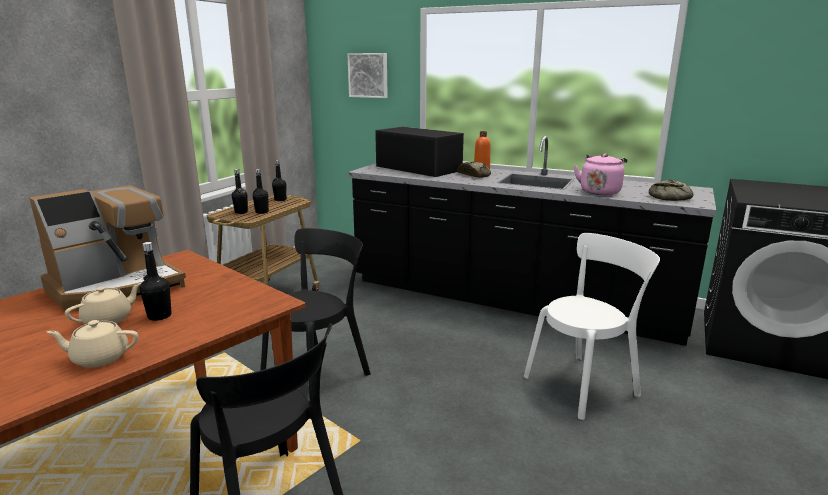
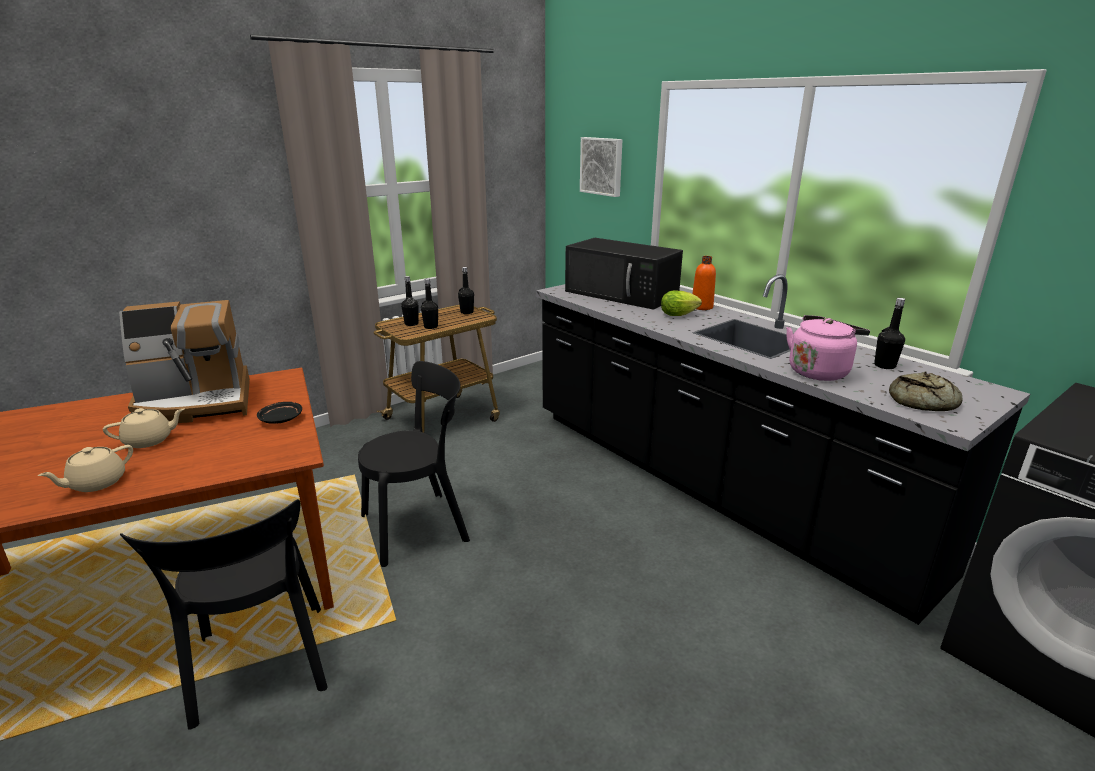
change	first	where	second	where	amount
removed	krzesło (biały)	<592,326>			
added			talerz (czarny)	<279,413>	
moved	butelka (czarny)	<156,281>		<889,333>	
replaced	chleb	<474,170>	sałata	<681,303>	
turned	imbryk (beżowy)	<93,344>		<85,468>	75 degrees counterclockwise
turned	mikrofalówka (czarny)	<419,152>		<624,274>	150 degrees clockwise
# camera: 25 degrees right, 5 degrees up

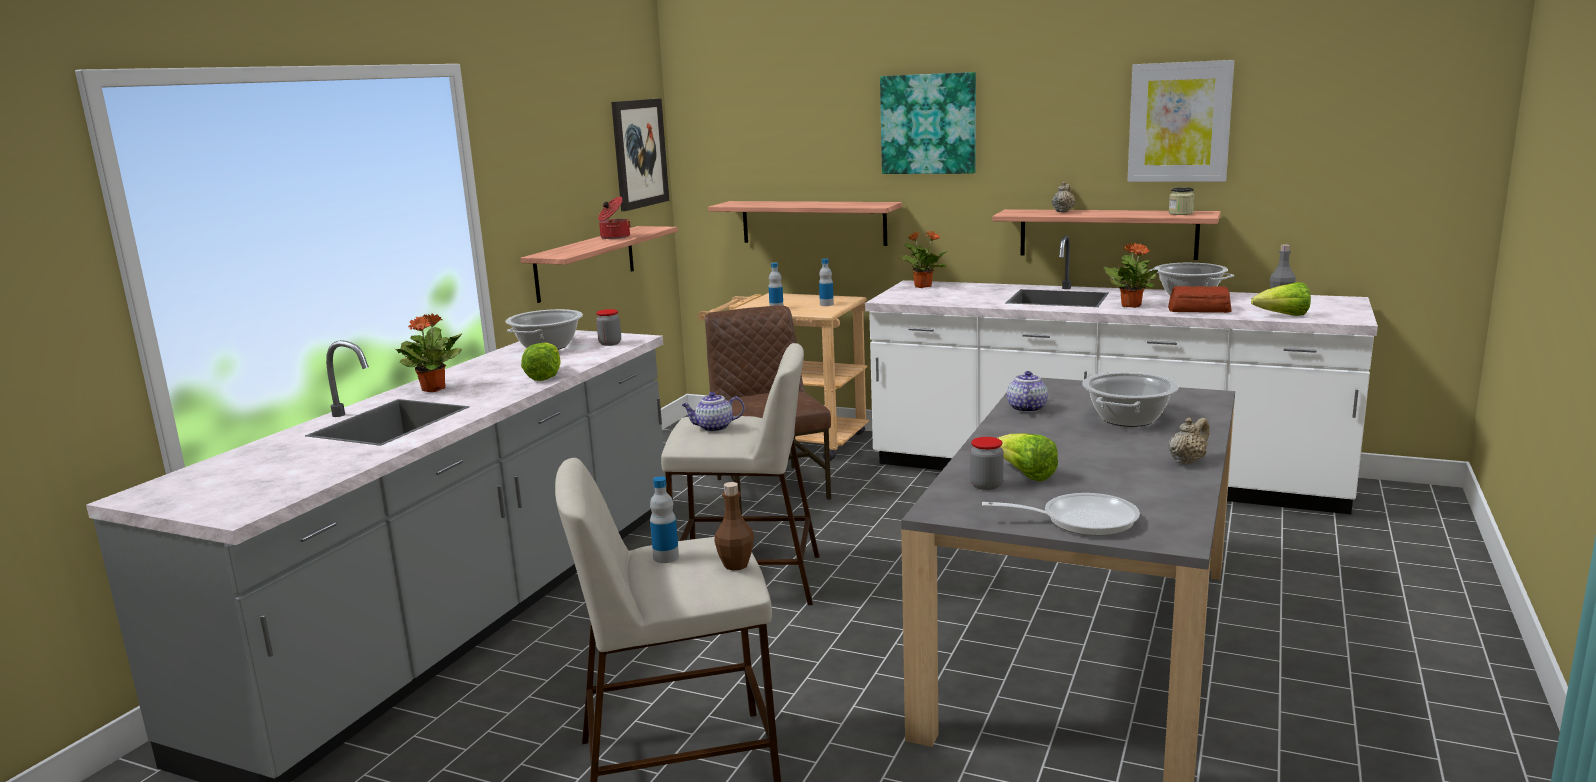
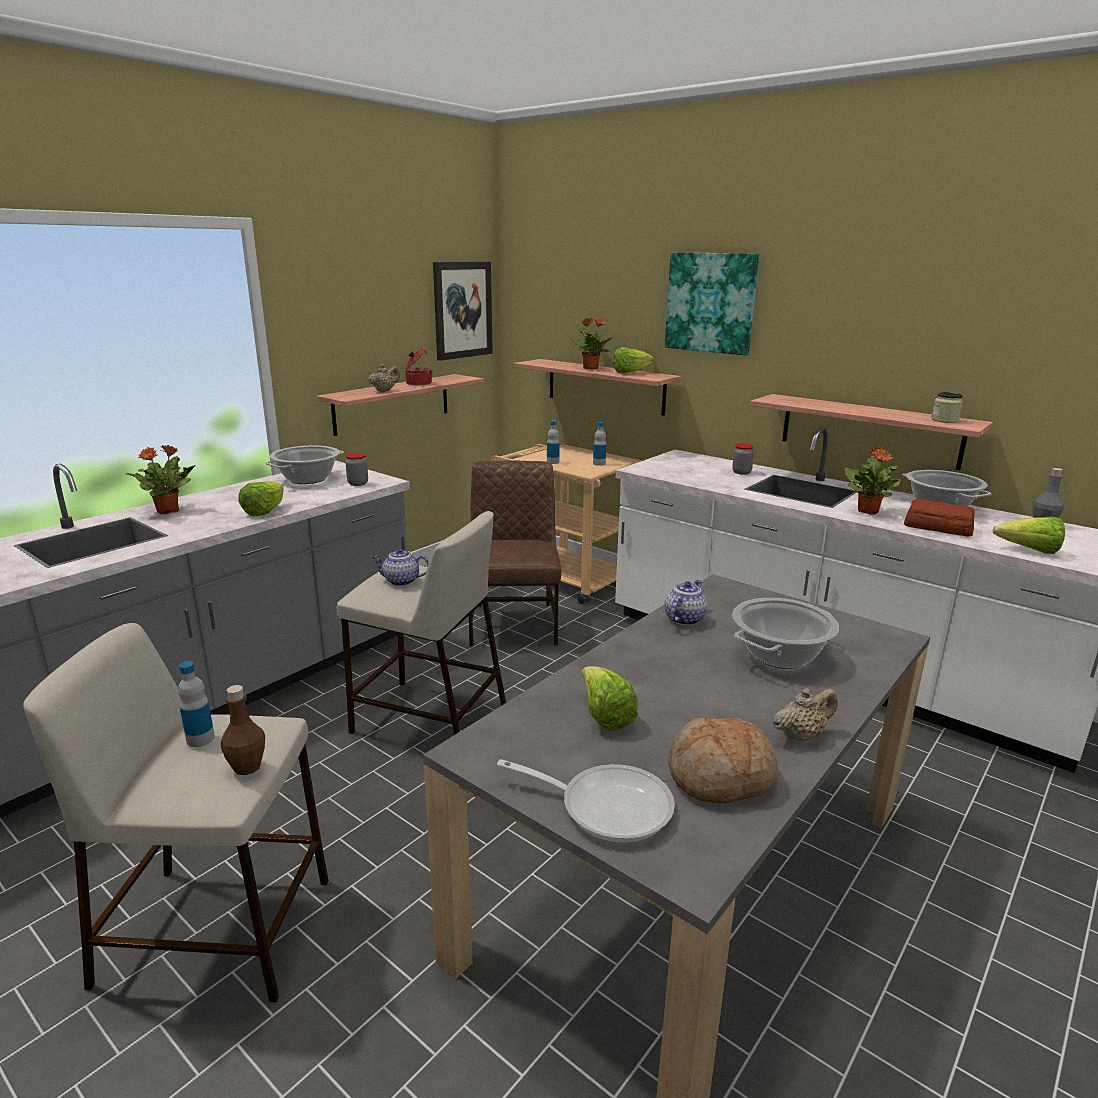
change	first	where	second	where	amount
removed	obraz	<1180,121>			
added			sałata	<633,360>	
added			chleb	<723,760>	
moved	roślina doniczkowa	<922,259>		<591,343>	
moved	słoik	<987,463>		<743,459>	
moved	imbryk (beżowy)	<1063,197>		<384,378>	
# camera: 15 degrees right, 5 degrees up

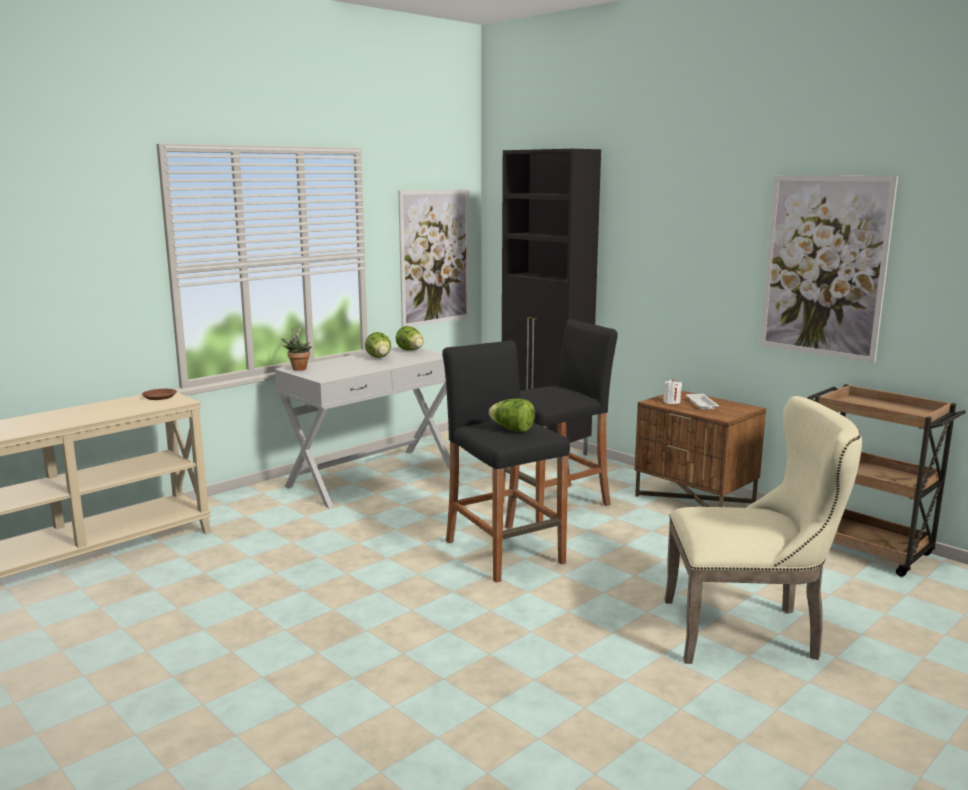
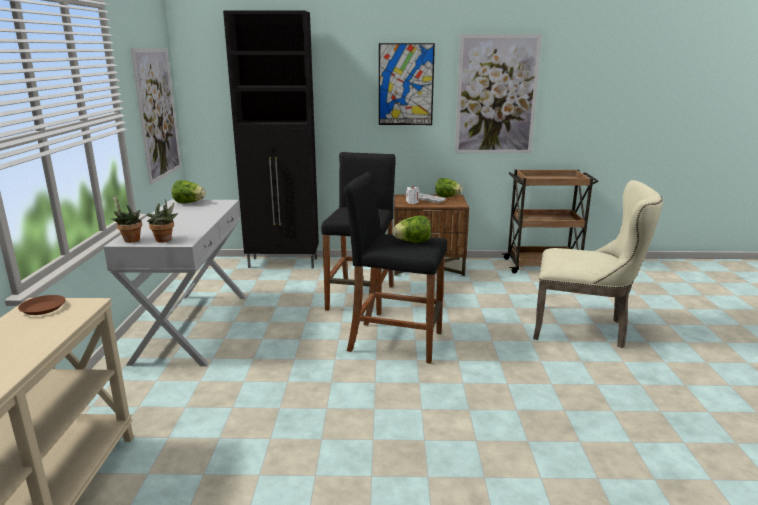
change	first	where	second	where	amount
added			roślina doniczkowa	<162,220>	
added			obraz	<407,84>	
moved	sałata	<378,345>		<449,187>	
turned	krzesło (beżowy)	<763,530>		<598,264>	60 degrees clockwise
# camera: 45 degrees left, 5 degrees up

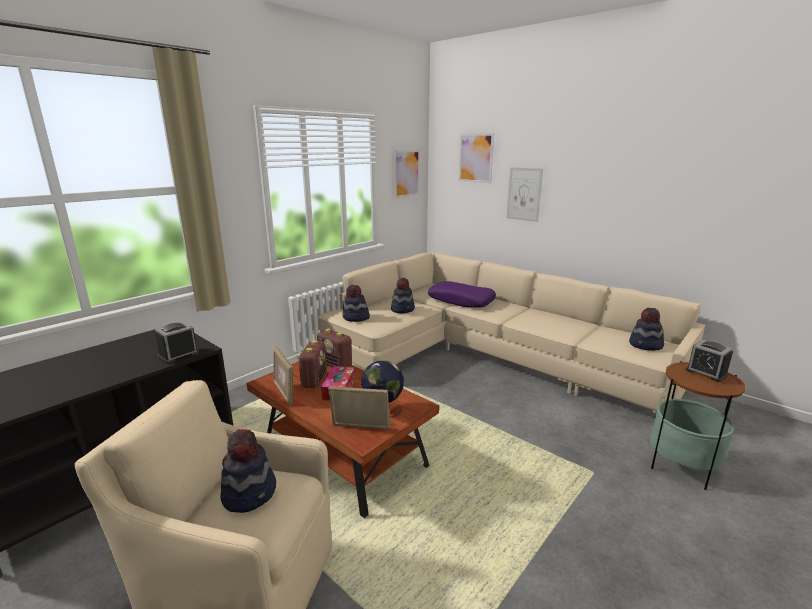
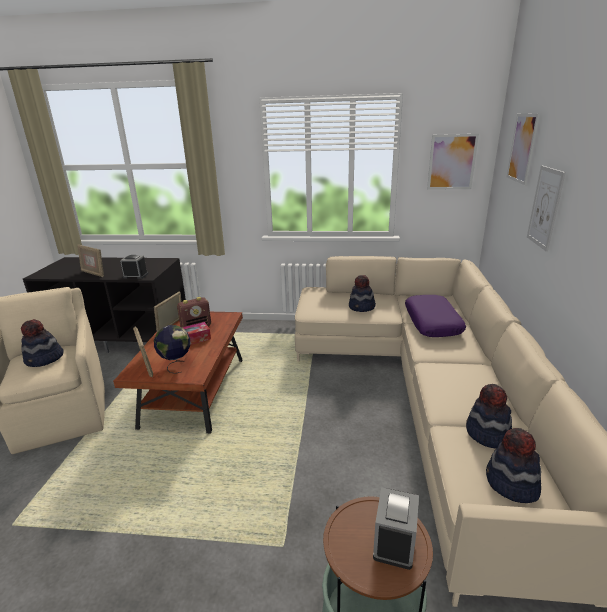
change	first	where	second	where	amount
removed	radio	<334,348>			
added			ramka na zdjęcie	<90,261>	
moved	kapelusz	<356,303>		<489,416>	
# camera: 55 degrees right, 5 degrees up

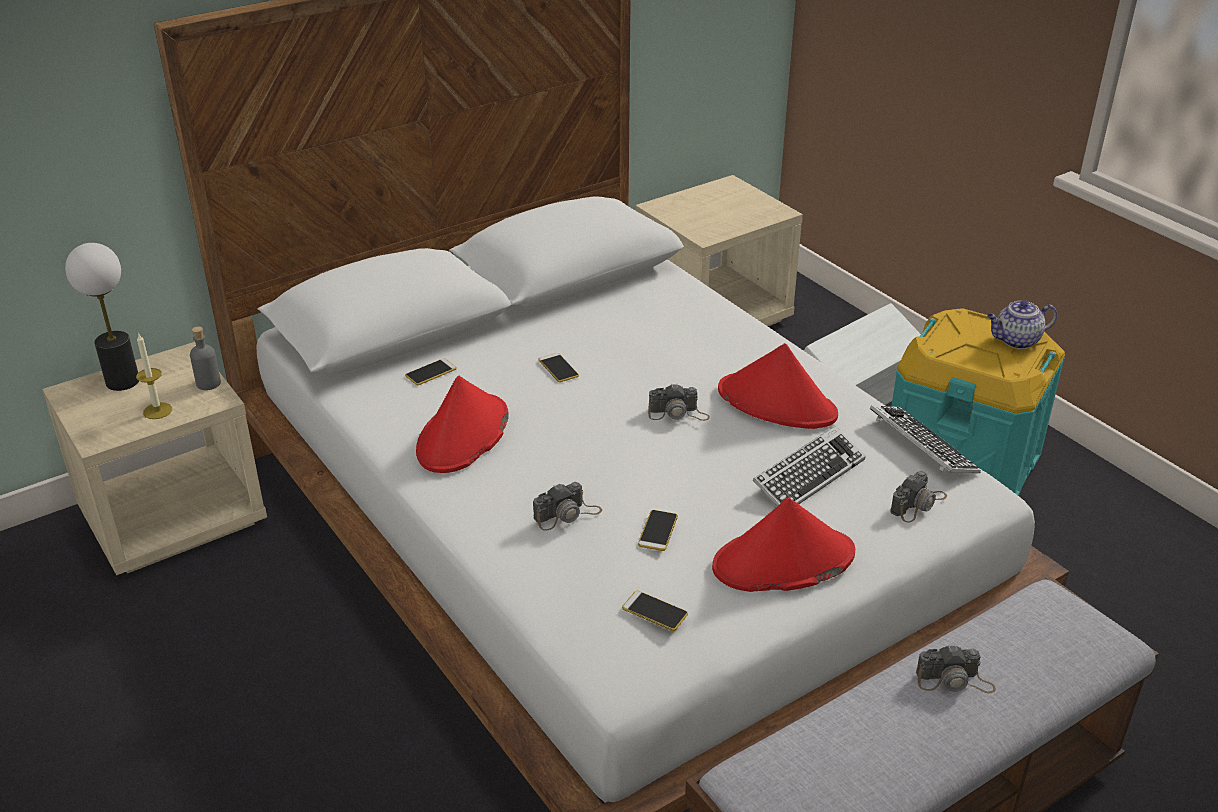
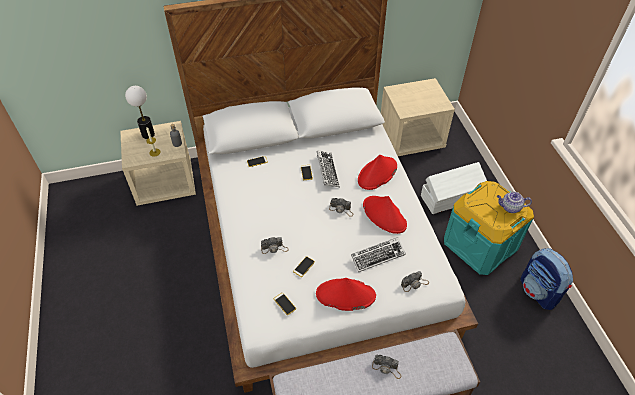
change	first	where	second	where	amount
added			plecak	<547,279>	
moved	kapelusz (czerwony)	<462,424>		<377,172>	
moved	klawiatura	<925,439>		<328,168>	
# camera: 20 degrees right, 15 degrees up

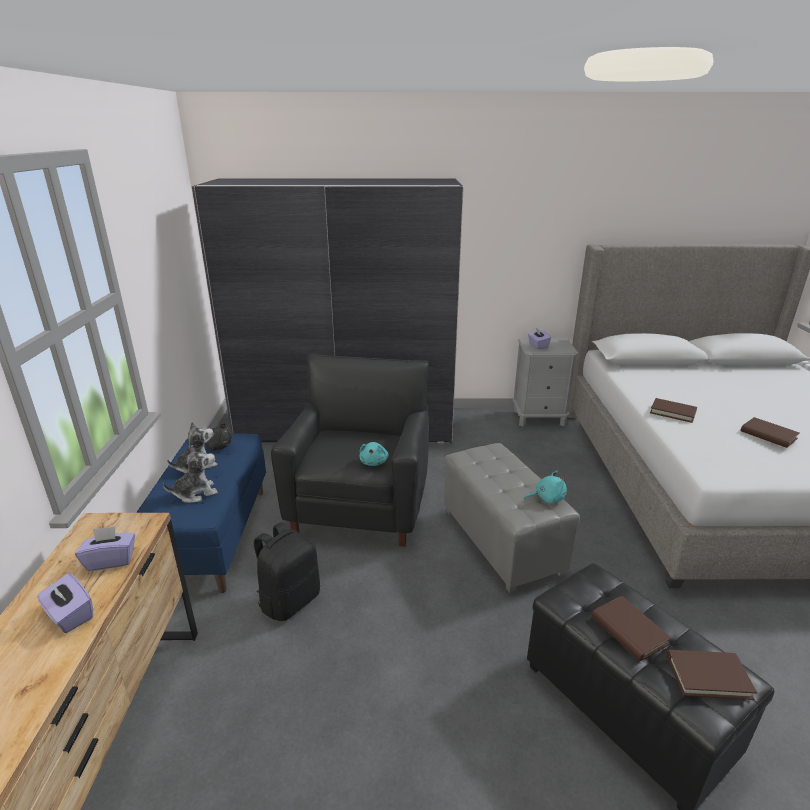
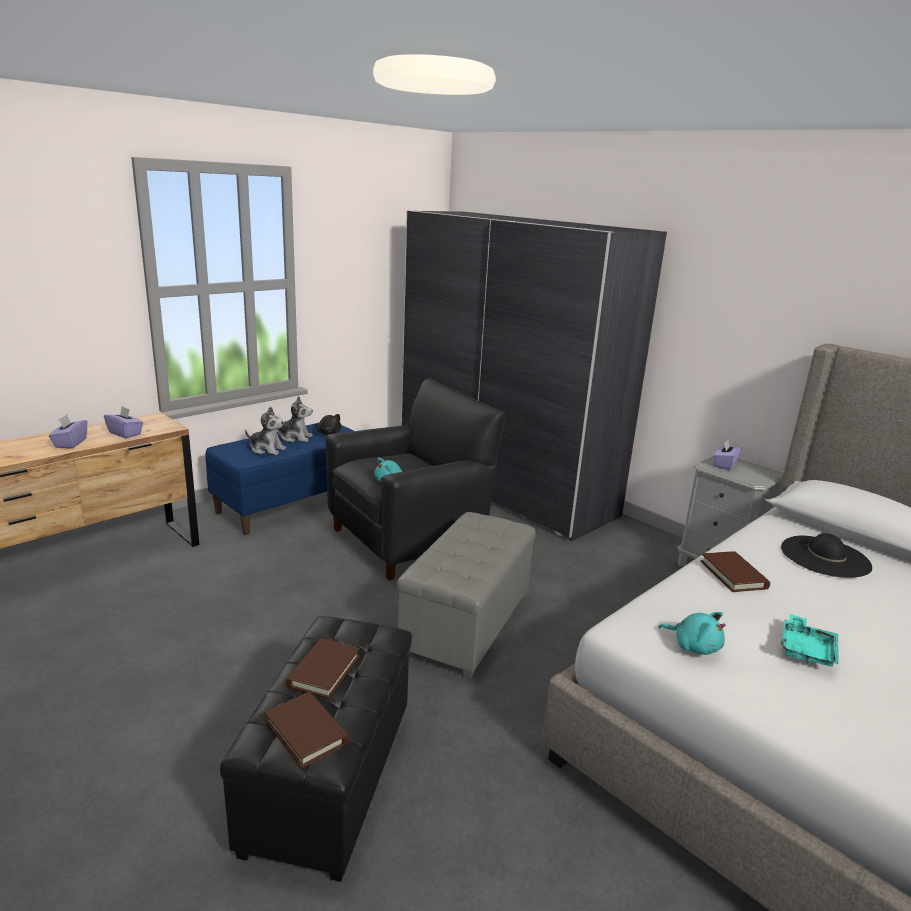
change	first	where	second	where	amount
removed	plecak (czarny)	<287,571>			
added			kapelusz (czarny)	<826,555>	
moved	pluszak (turkusowy)	<545,487>		<692,633>	
replaced	książka (brązowy)	<770,432>	taca (turkusowy)	<810,640>	
# camera: 45 degrees right, 5 degrees down

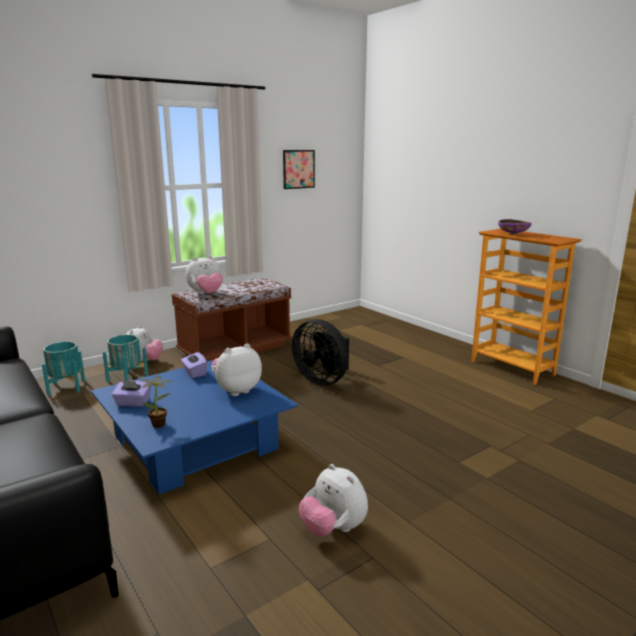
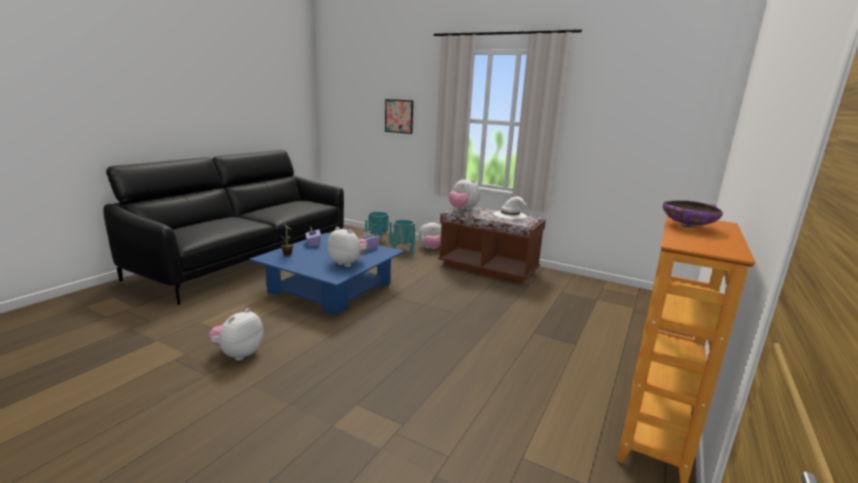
change	first	where	second	where	amount
removed	wentylator (czarny)	<320,352>			
added			kapelusz (biały)	<510,208>	
moved	obraz	<299,169>		<399,116>	
# camera: 65 degrees right, 0 degrees up

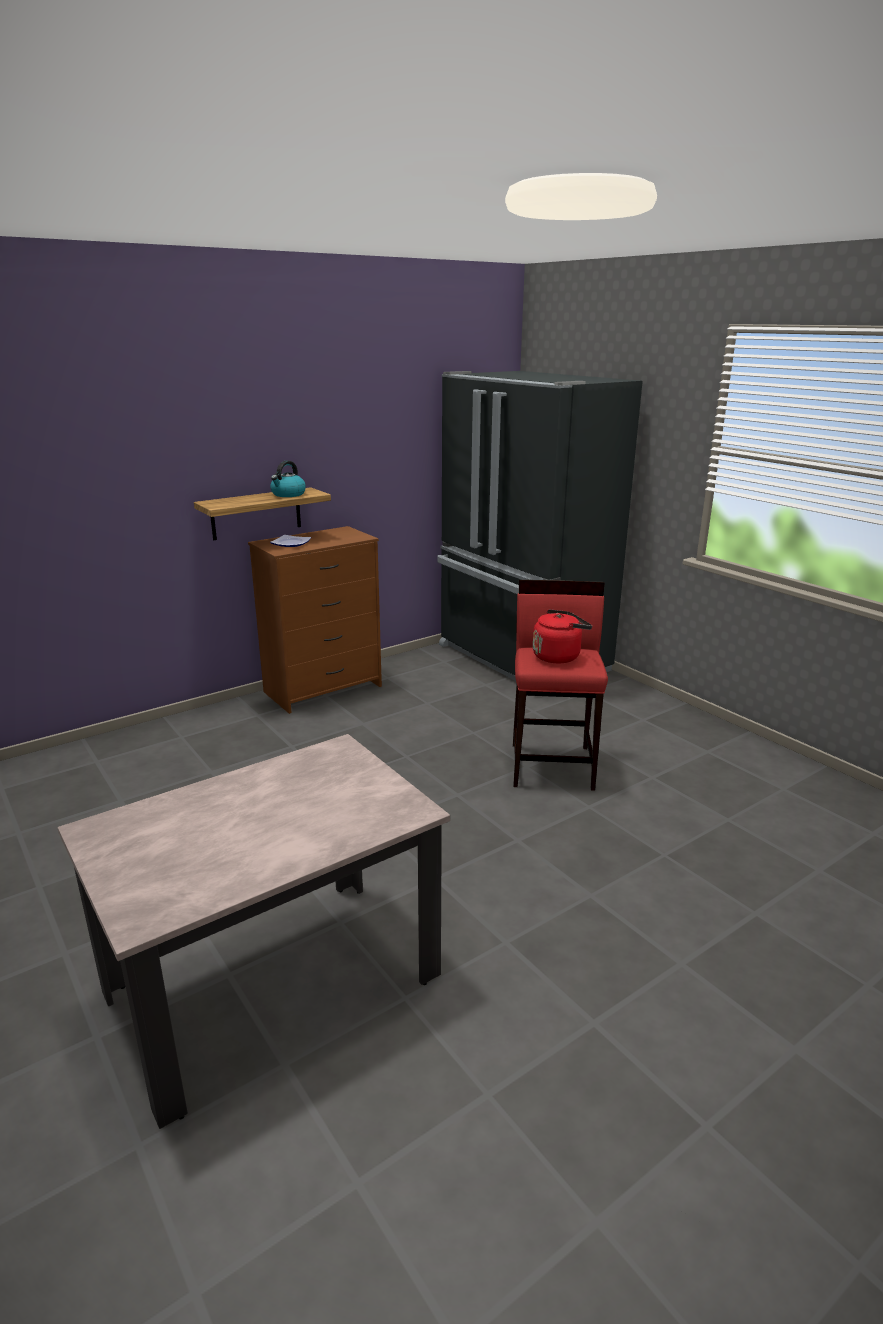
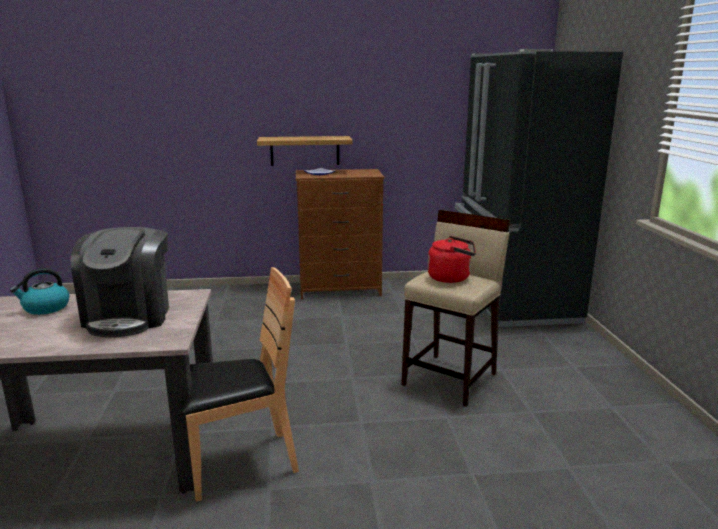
change	first	where	second	where	amount
added			ekspres do kawy	<120,282>	
added			krzesło (brązowy)	<240,384>	
moved	czajnik	<288,479>		<39,291>	
recoloured	stołek (czerwony)	<560,685>	stołek (beżowy)	<456,308>	
# camera: 30 degrees right, 5 degrees down

